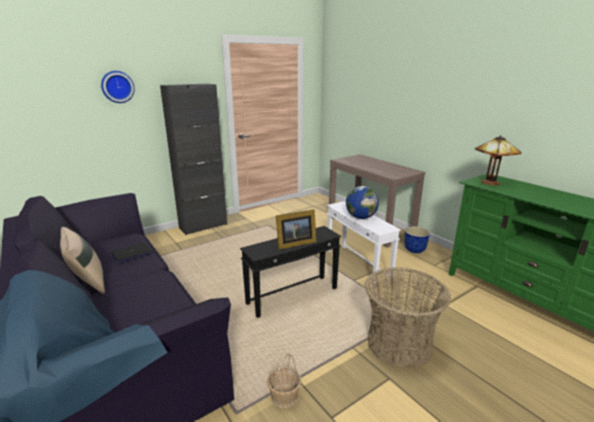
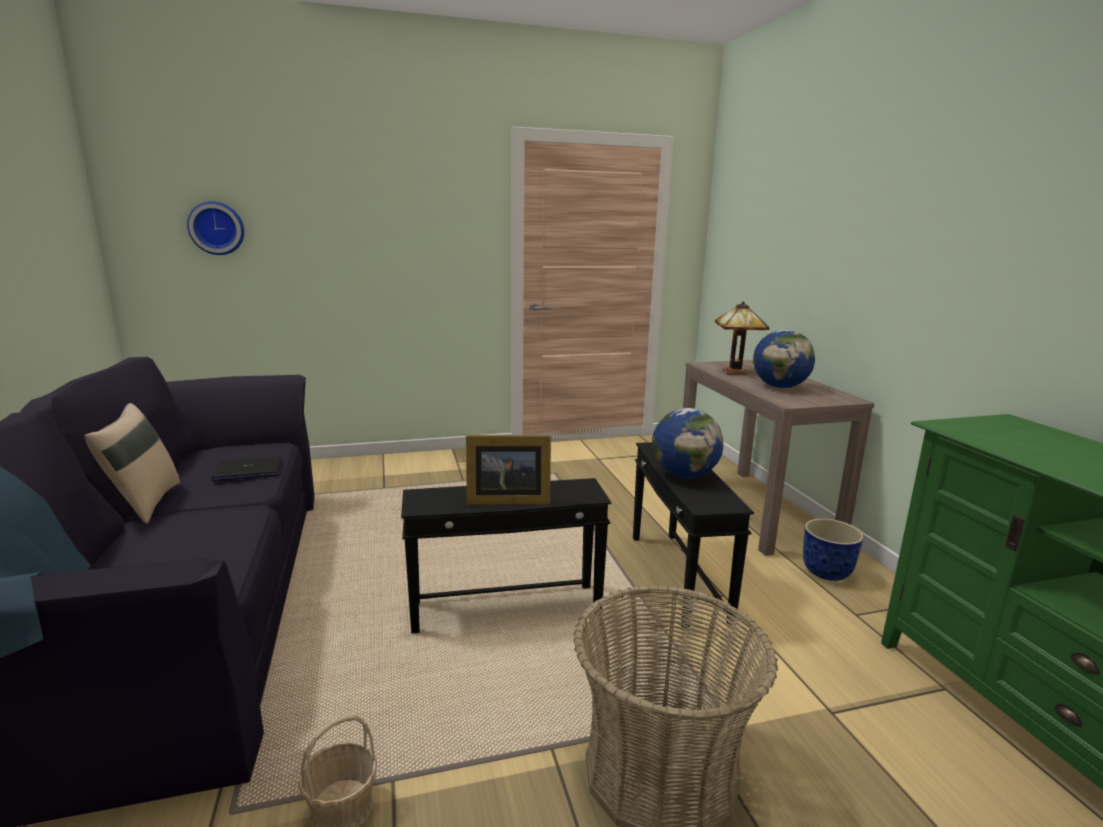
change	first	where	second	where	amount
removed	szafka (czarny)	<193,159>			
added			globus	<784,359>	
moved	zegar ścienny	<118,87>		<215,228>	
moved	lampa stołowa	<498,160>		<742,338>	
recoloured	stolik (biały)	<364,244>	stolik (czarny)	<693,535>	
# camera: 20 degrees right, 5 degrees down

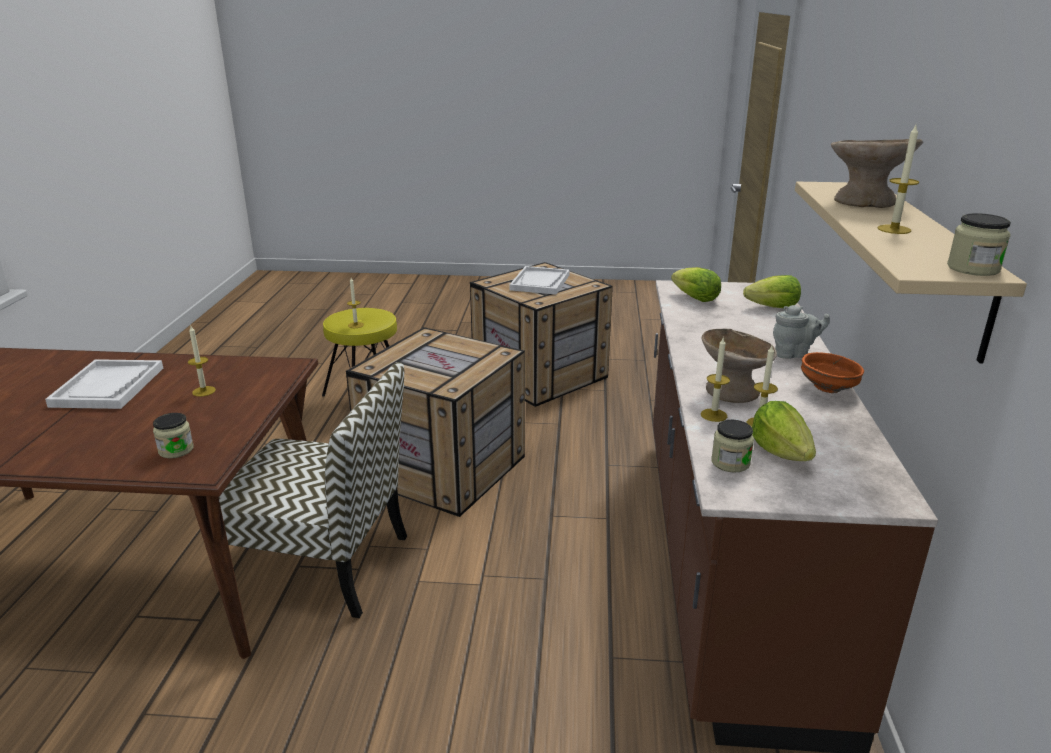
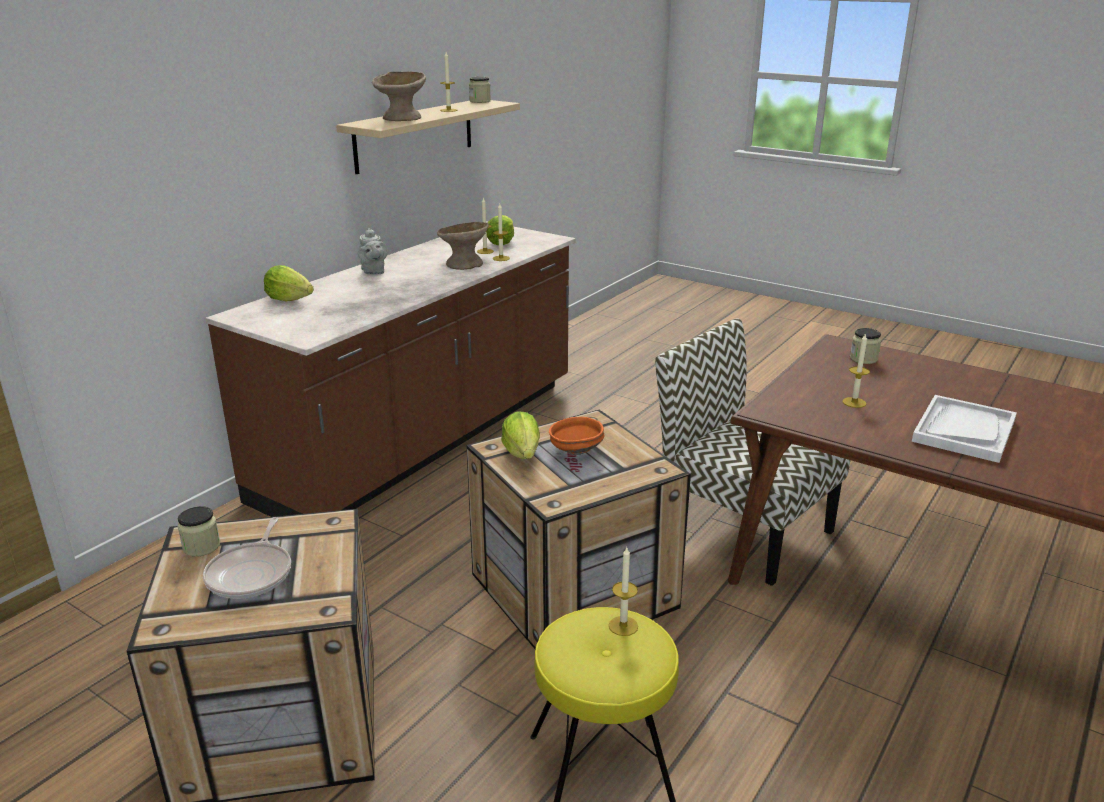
change	first	where	second	where	amount
moved	sałata	<696,284>		<520,435>	
moved	słoik	<732,446>		<199,531>	
moved	miska (pomarańczowy)	<832,372>		<577,436>	
replaced	taca (biały)	<539,280>	patelnia	<247,558>	
turned	imbryk (szary)	<801,332>		<373,251>	135 degrees counterclockwise
# camera: 150 degrees left, 0 degrees up

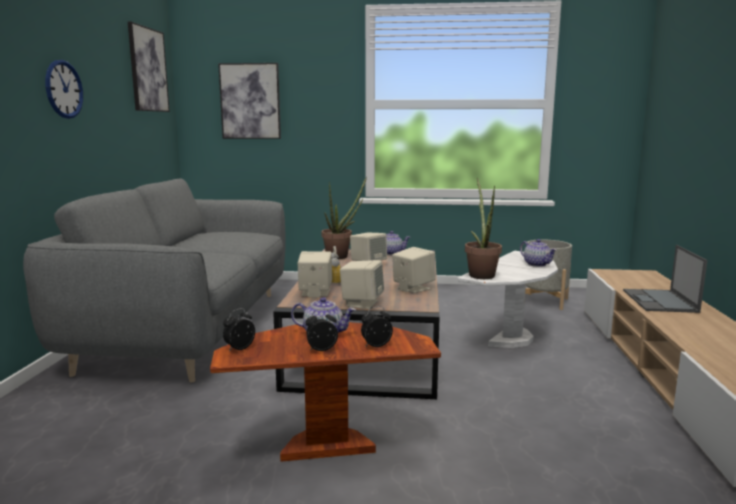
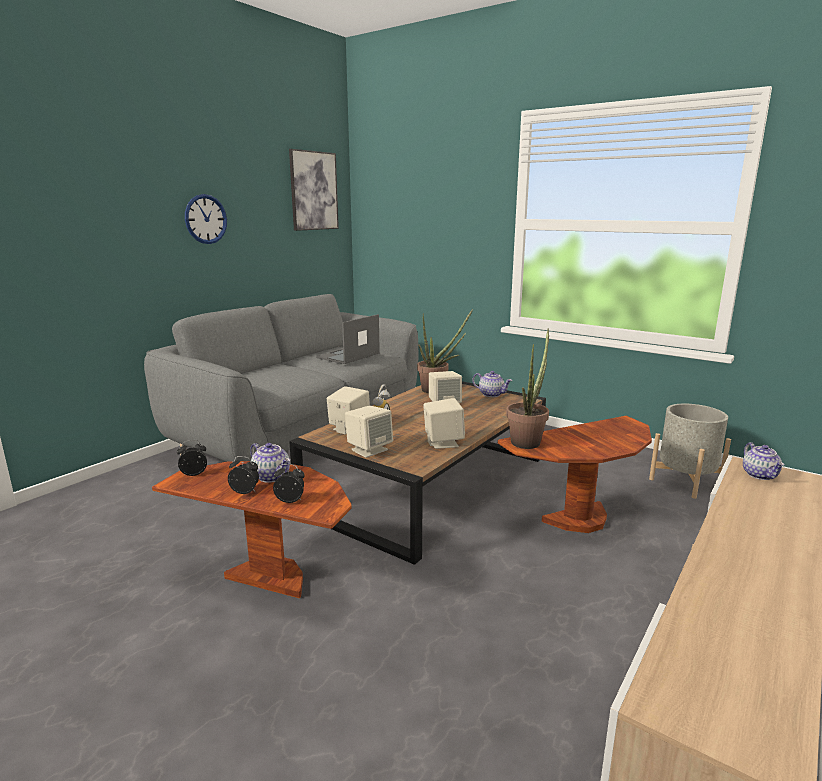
change	first	where	second	where	amount
removed	obraz	<249,101>			
moved	imbryk	<538,253>		<764,461>	
moved	laptop	<665,279>		<348,339>	
recoloured	stolik (biały)	<507,299>	stolik (brązowy)	<575,474>	
# camera: 30 degrees right, 5 degrees up

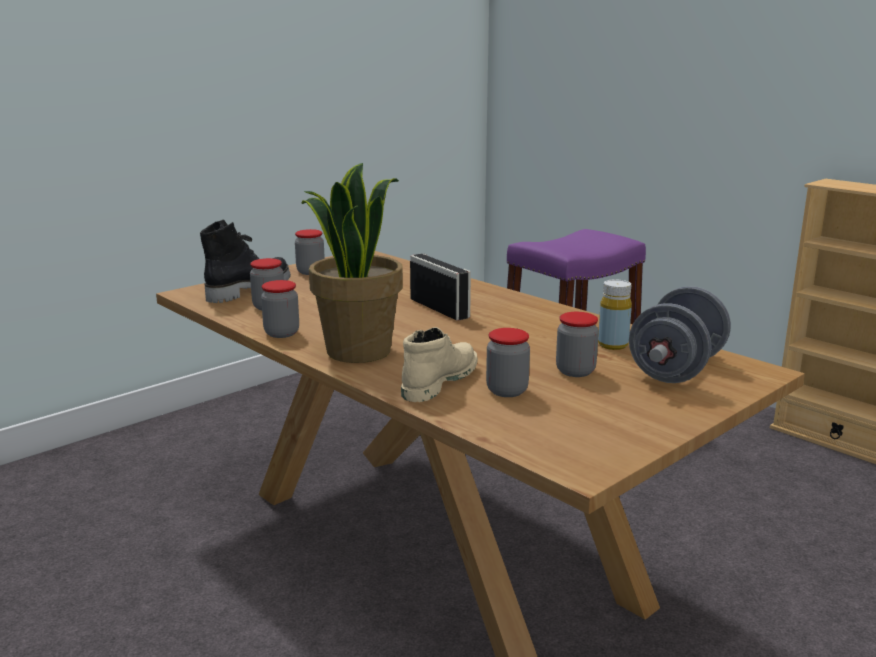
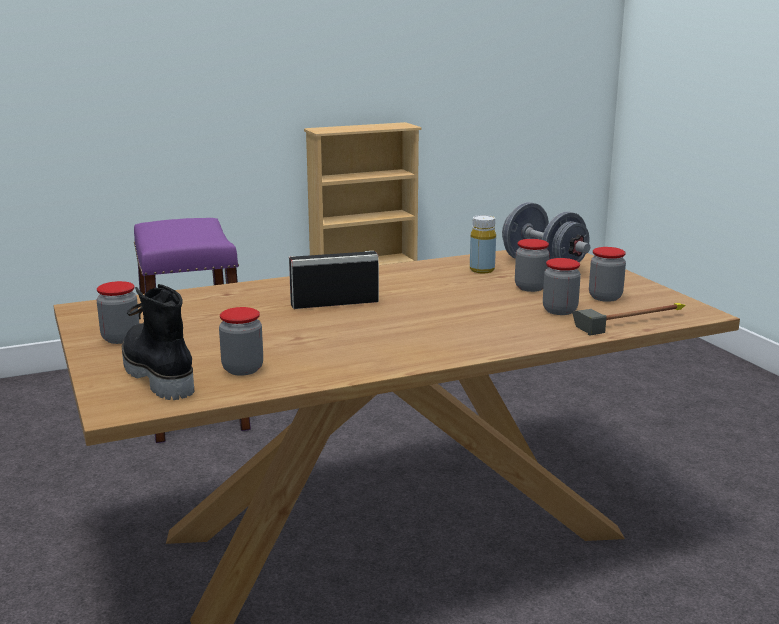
change	first	where	second	where	amount
removed	roślina doniczkowa	<352,263>			
removed	but z cholewką (beżowy)	<439,364>			
added			młotek	<629,319>	
moved	słoik	<280,309>		<607,274>	
# camera: 70 degrees left, 0 degrees up

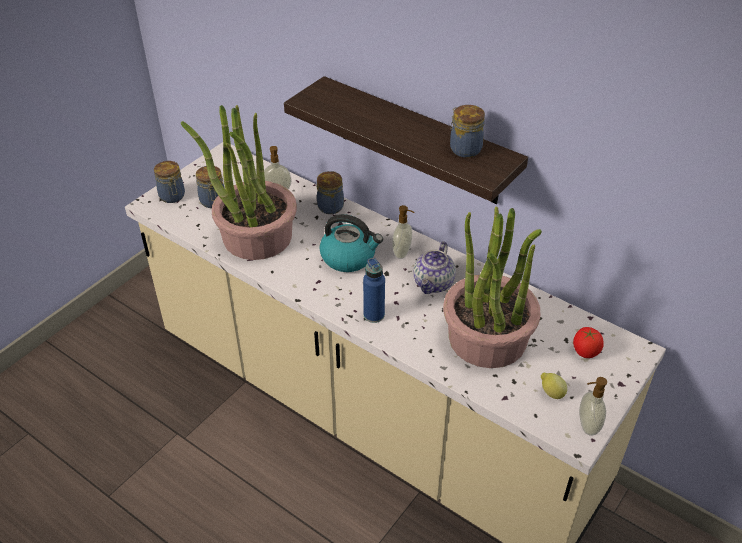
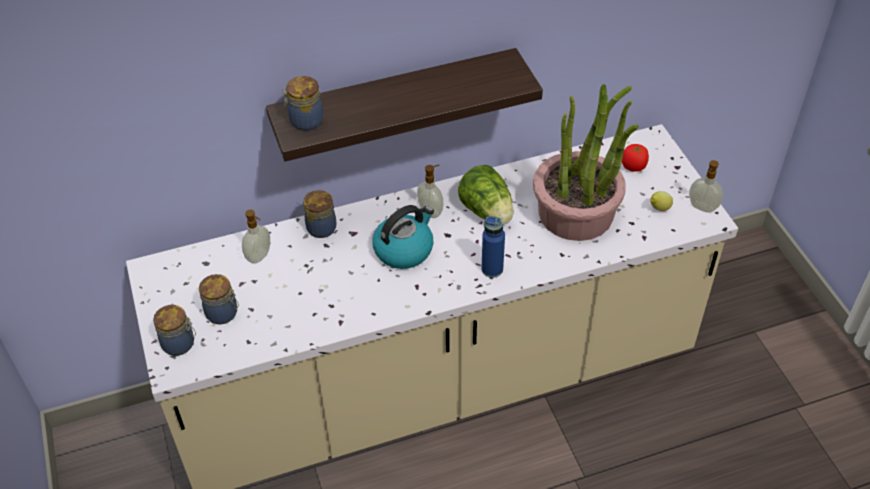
change	first	where	second	where	amount
removed	roślina doniczkowa	<239,182>			
moved	słoik	<467,131>		<302,103>	
replaced	imbryk	<434,267>	sałata	<486,194>	
# camera: 55 degrees left, 5 degrees up

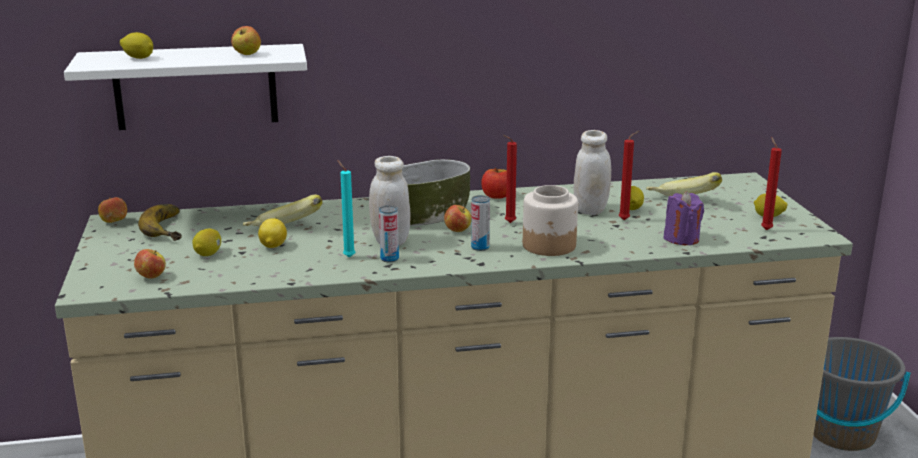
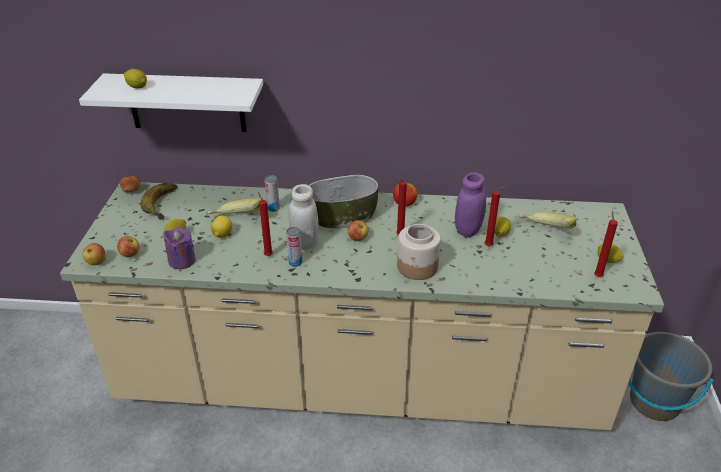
change	first	where	second	where	amount
moved	jabłko	<246,40>		<94,254>	
moved	puszka	<480,223>		<272,193>	
moved	świeca (fioletowy)	<683,218>		<179,248>	
recoloured	świeca (turkusowy)	<346,209>	świeca (czerwony)	<265,224>	
recoloured	słoik (biały)	<592,172>	słoik (fioletowy)	<470,205>	
# camera: 15 degrees right, 15 degrees up

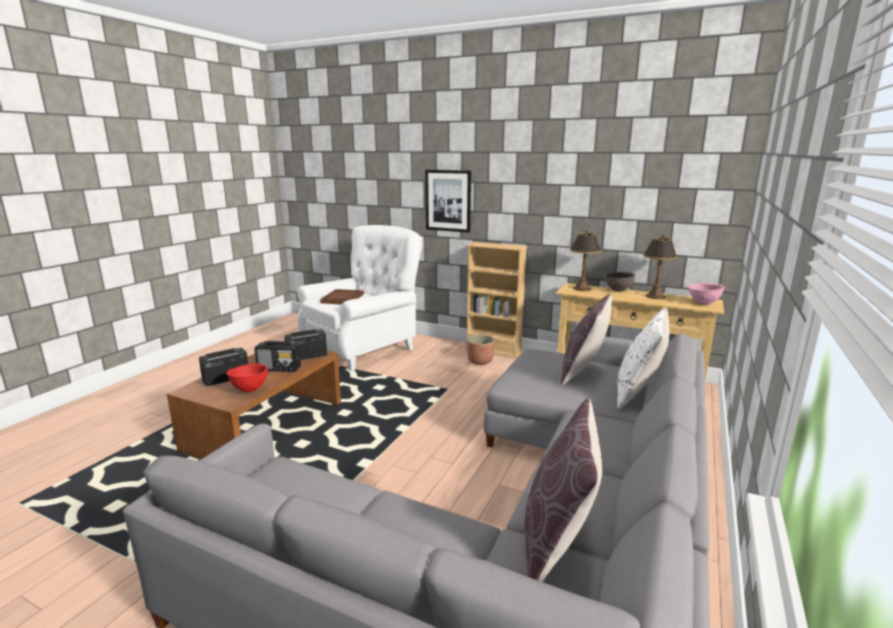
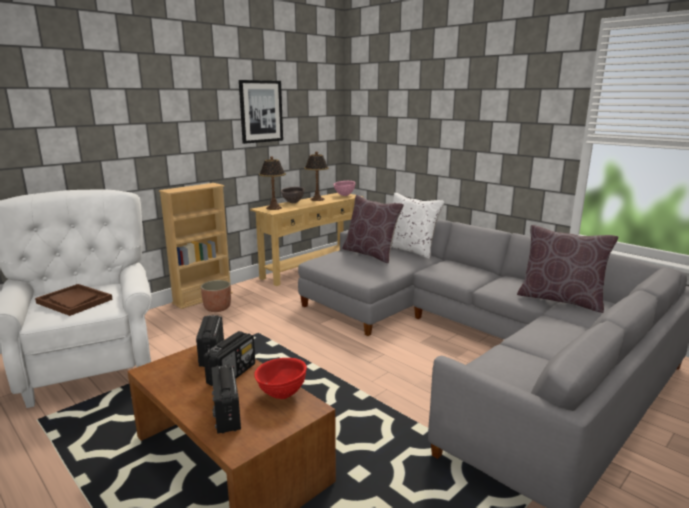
change	first	where	second	where	amount
moved	obraz	<448,201>		<261,112>	
# camera: 70 degrees left, 0 degrees up

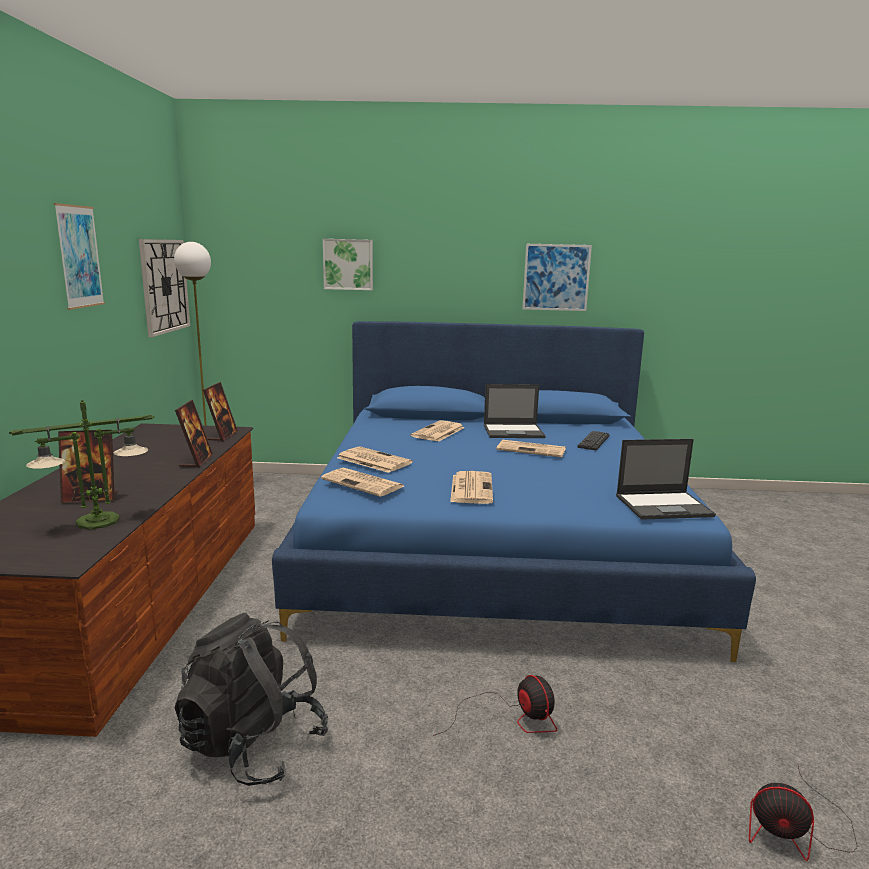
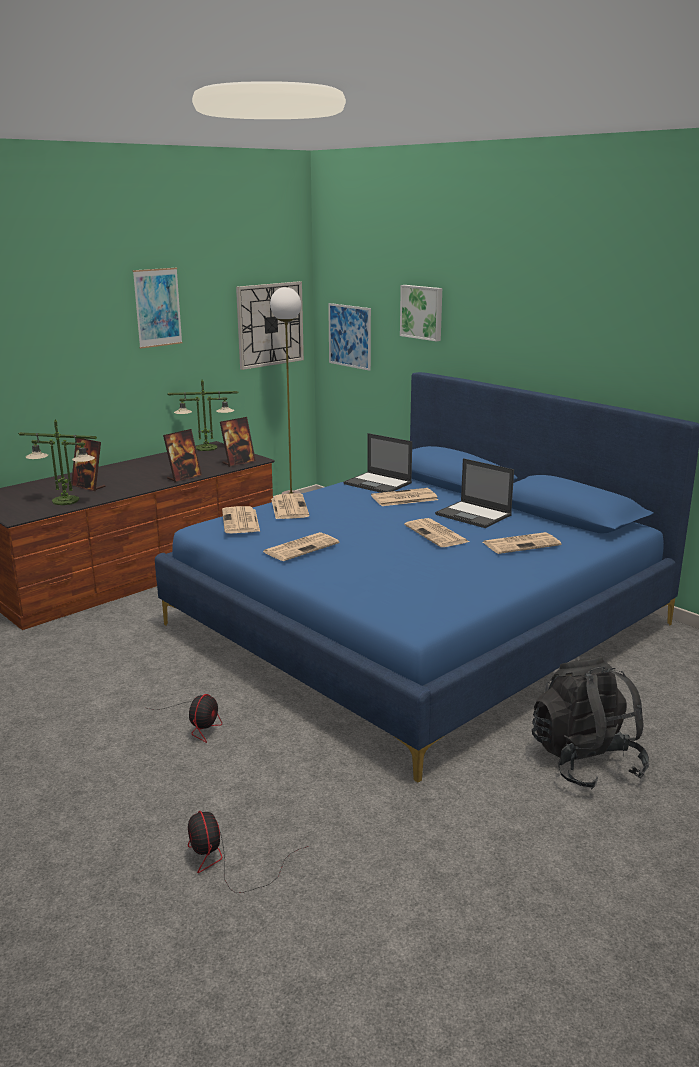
change	first	where	second	where	amount
added			lampa stołowa	<202,415>	
moved	plecak (czarny)	<251,699>		<590,723>	
moved	obraz	<557,277>		<349,337>	
moved	laptop	<666,479>		<377,463>	
replaced	klawiatura	<593,440>	gazeta	<522,543>	
# camera: 45 degrees right, 5 degrees up

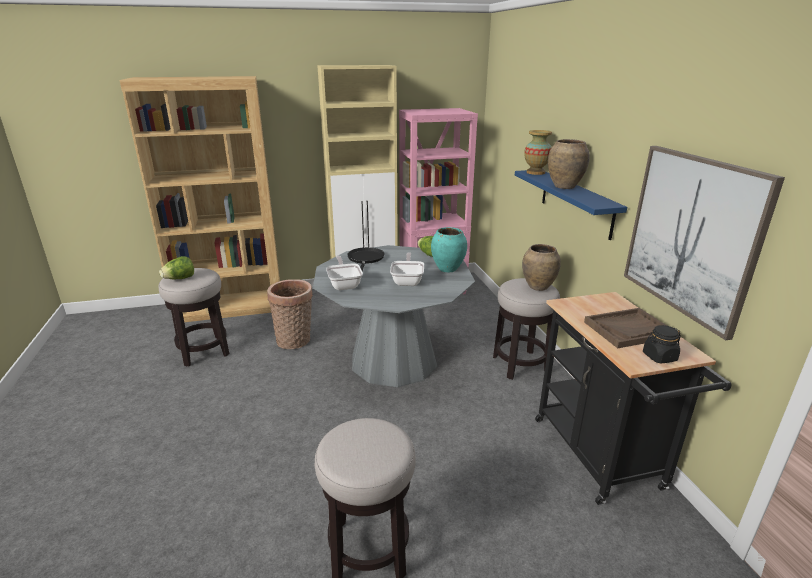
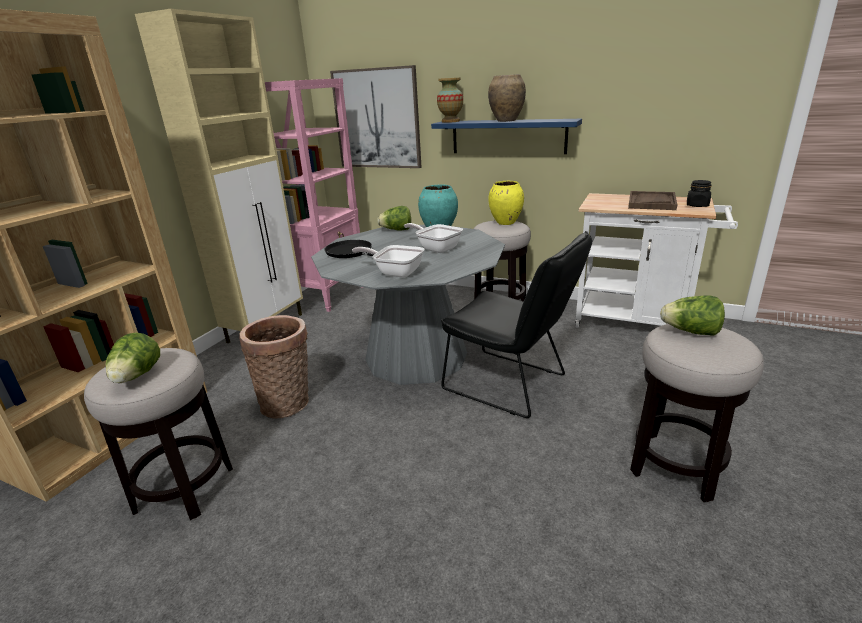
change	first	where	second	where	amount
added			krzesło (czarny)	<516,324>	
added			sałata	<692,315>	
moved	obraz	<704,243>		<376,116>	
recoloured	wazon (brązowy)	<541,267>	wazon (żółty)	<506,203>	
recoloured	wózek (czarny)	<633,398>	wózek (biały)	<656,260>	
# camera: 50 degrees left, 0 degrees up

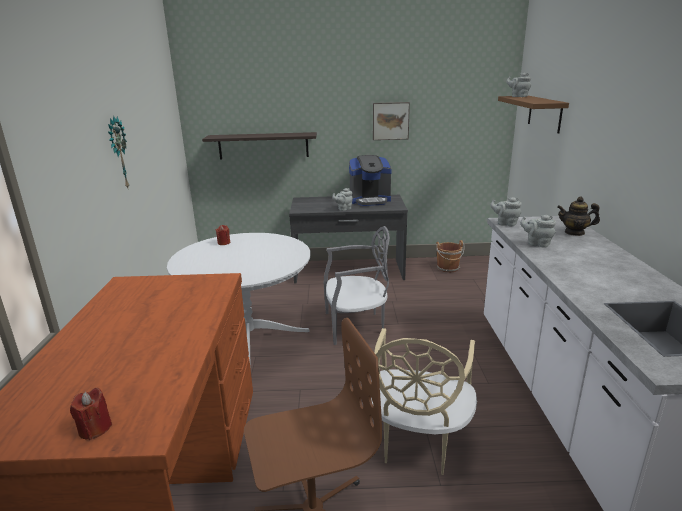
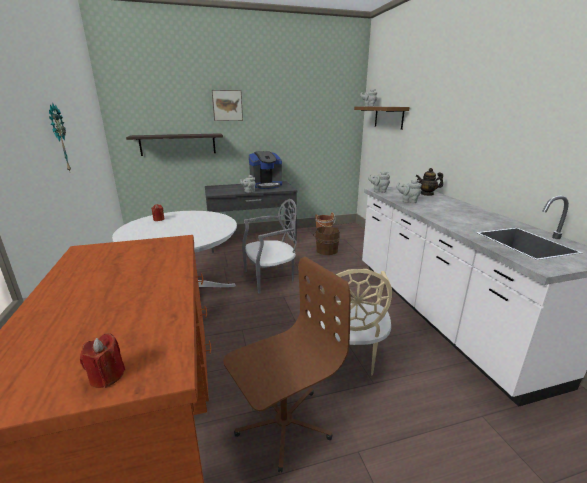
change	first	where	second	where	amount
added			wiadro (brązowy)	<326,240>	
moved	obraz	<391,121>		<227,105>	
# camera: 15 degrees left, 0 degrees up

